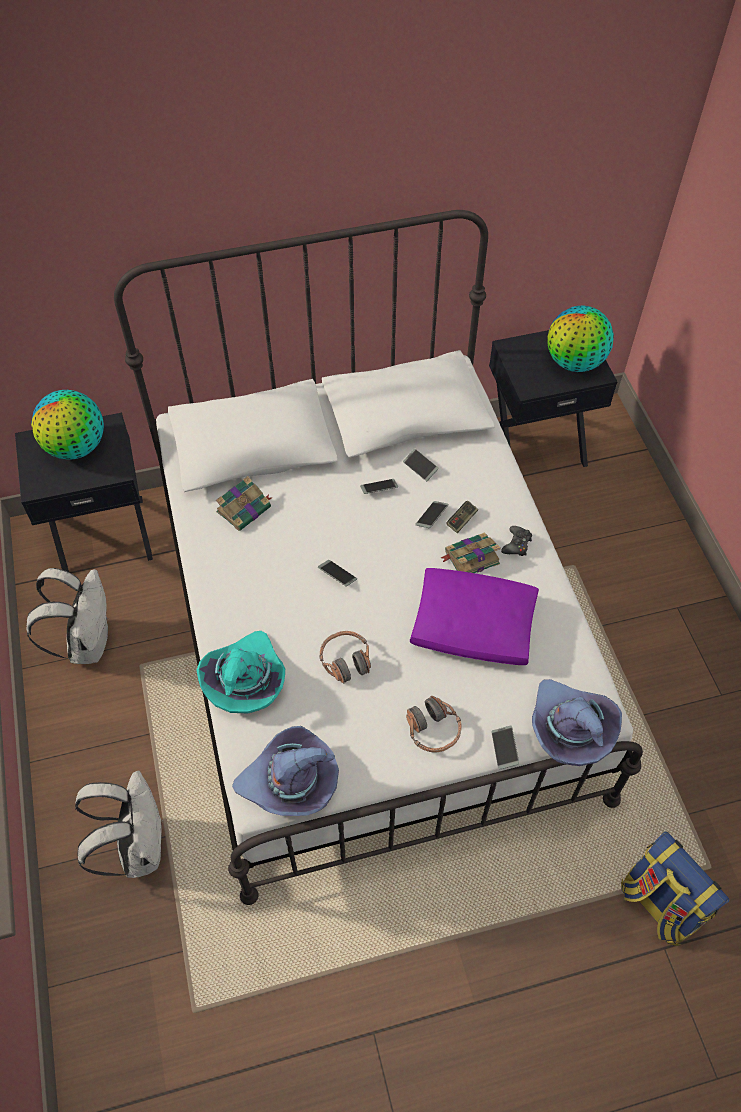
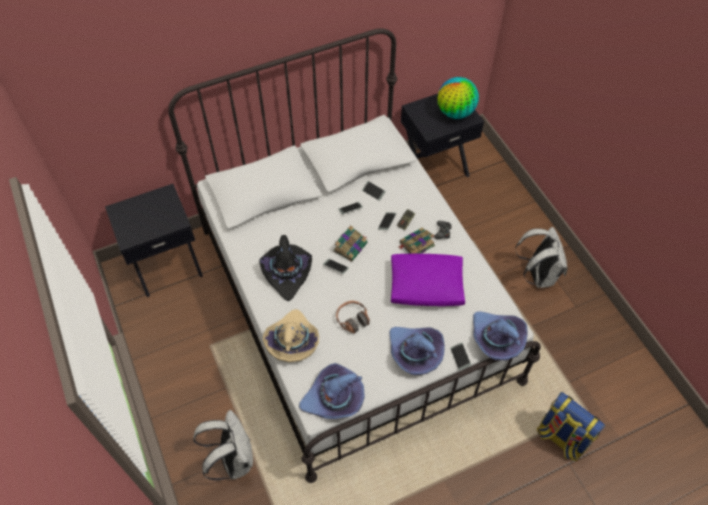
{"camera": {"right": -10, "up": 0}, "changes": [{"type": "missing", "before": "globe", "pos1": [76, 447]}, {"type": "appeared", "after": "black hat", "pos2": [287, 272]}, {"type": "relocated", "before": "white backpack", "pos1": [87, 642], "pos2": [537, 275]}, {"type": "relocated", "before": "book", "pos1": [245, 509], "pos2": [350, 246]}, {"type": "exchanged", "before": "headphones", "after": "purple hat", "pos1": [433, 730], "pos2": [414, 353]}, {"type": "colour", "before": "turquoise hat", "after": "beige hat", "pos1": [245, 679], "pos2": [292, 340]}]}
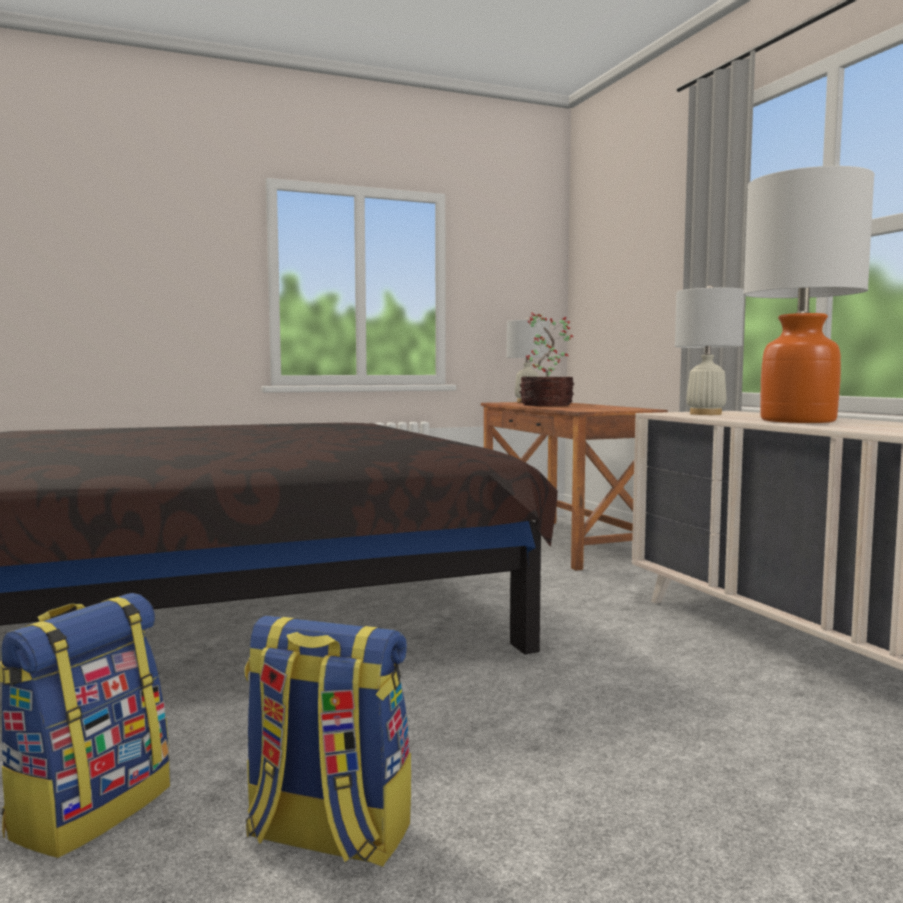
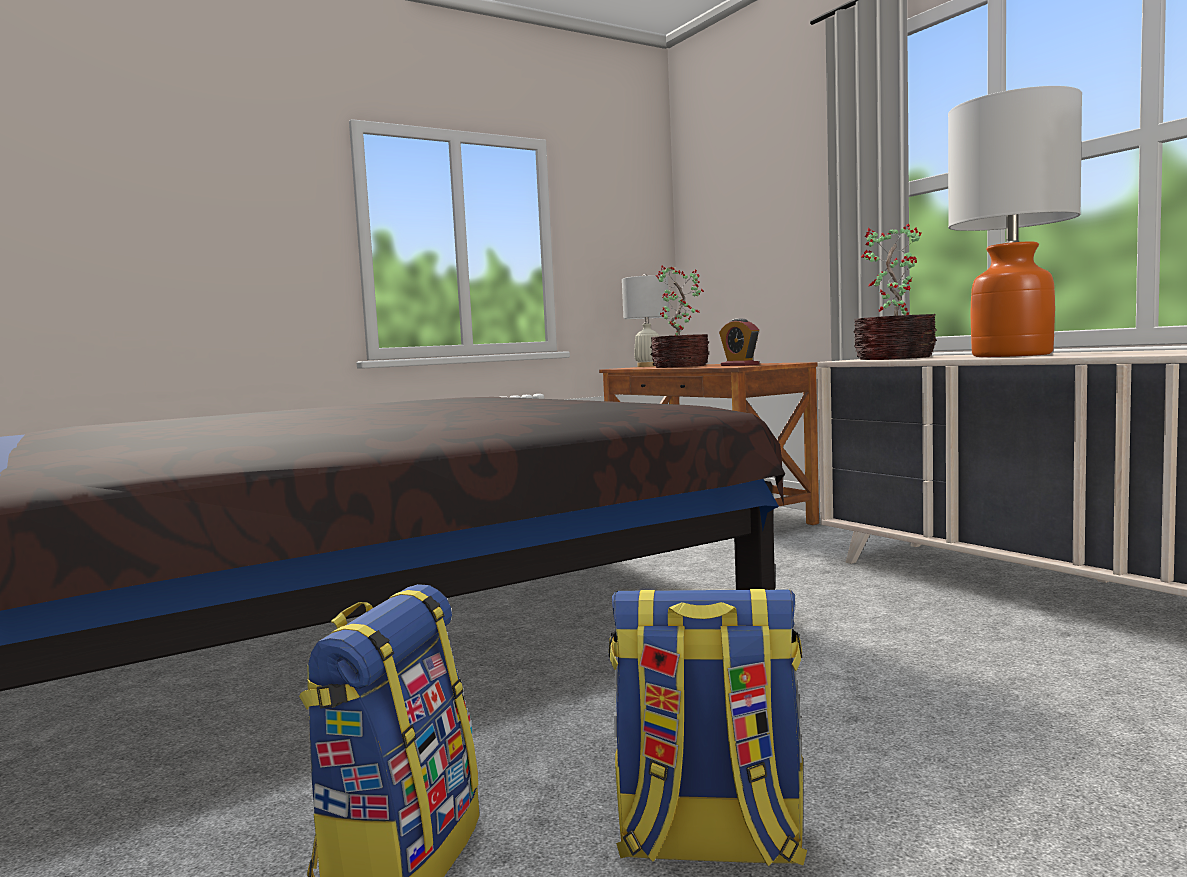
{"camera": {"right": -10, "up": 0}, "changes": [{"type": "appeared", "after": "alarm clock", "pos2": [739, 365]}, {"type": "exchanged", "before": "white table lamp", "after": "potted plant", "pos1": [706, 414], "pos2": [894, 358]}]}
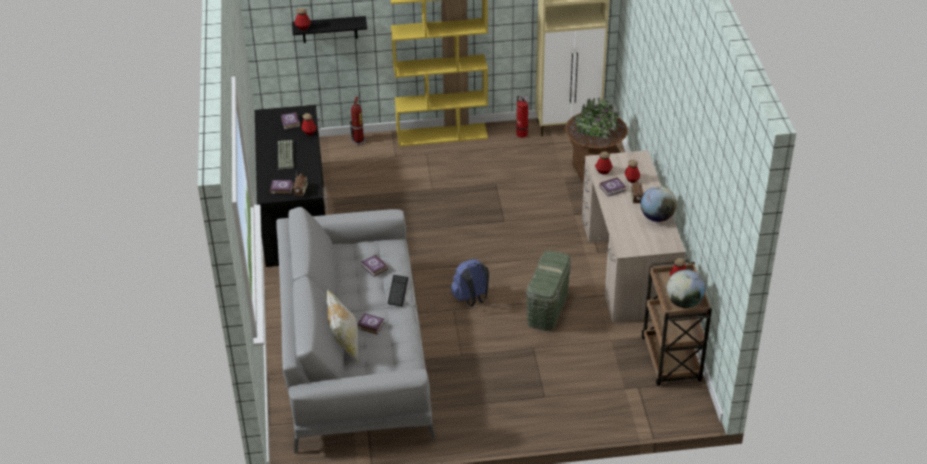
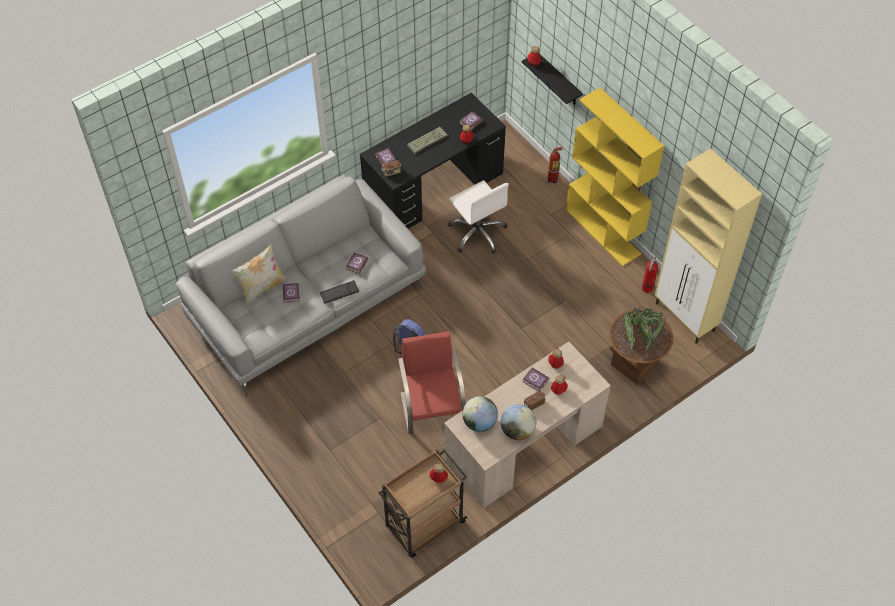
{"camera": {"right": 60, "up": 15}, "changes": [{"type": "appeared", "after": "white office chair", "pos2": [477, 233]}, {"type": "relocated", "before": "globe", "pos1": [683, 302], "pos2": [479, 422]}, {"type": "exchanged", "before": "green storage box", "after": "red chair", "pos1": [547, 308], "pos2": [432, 407]}]}
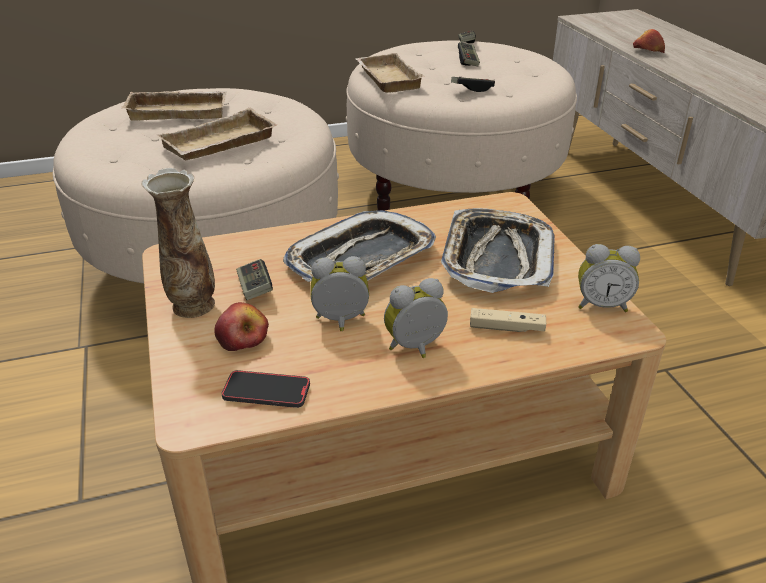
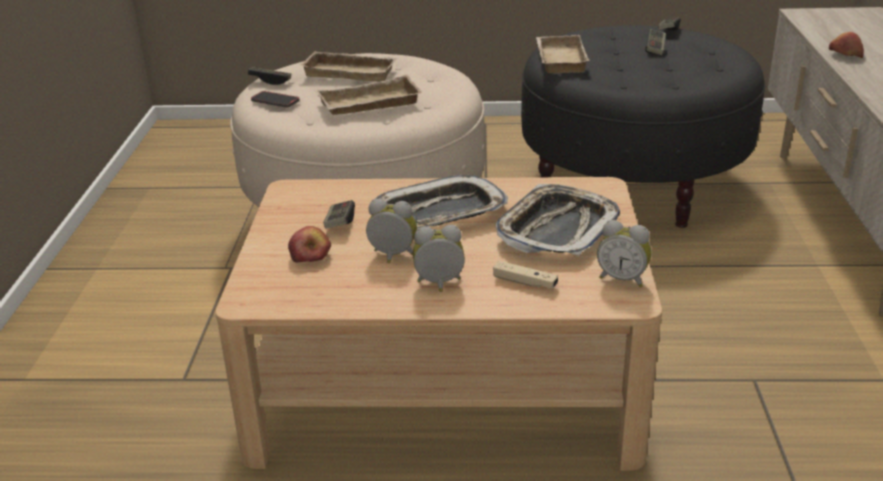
{"camera": {"right": 20, "up": -5}, "changes": [{"type": "missing", "before": "vase", "pos1": [192, 306]}, {"type": "relocated", "before": "phone", "pos1": [266, 392], "pos2": [275, 101]}, {"type": "relocated", "before": "game controller", "pos1": [472, 89], "pos2": [270, 81]}, {"type": "colour", "before": "beige ottoman", "after": "black ottoman", "pos1": [454, 190], "pos2": [633, 181]}]}
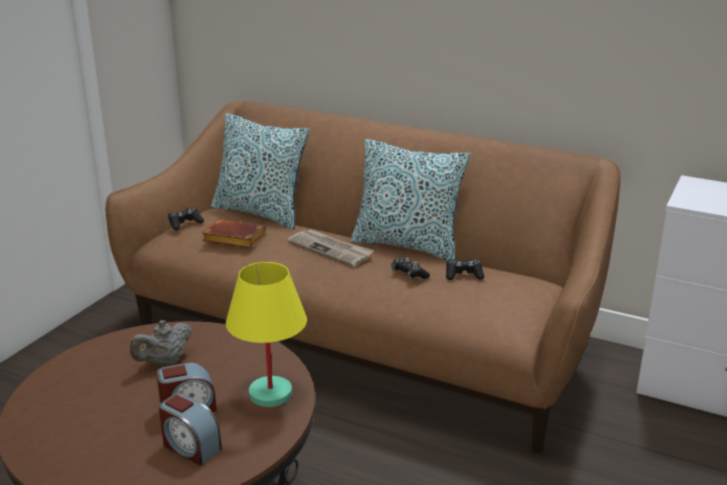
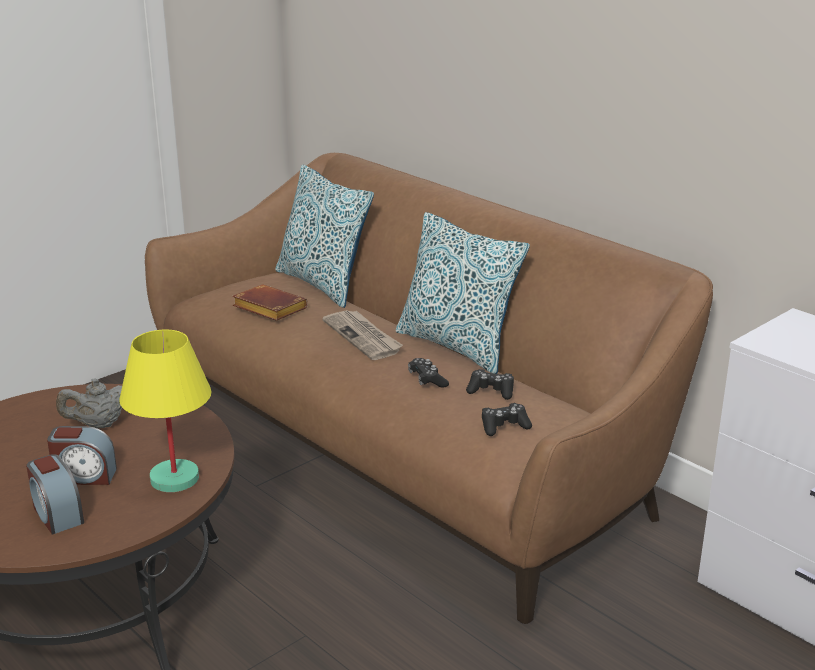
{"camera": {"right": 20, "up": 0}, "changes": [{"type": "relocated", "before": "black game controller", "pos1": [185, 223], "pos2": [504, 426]}]}
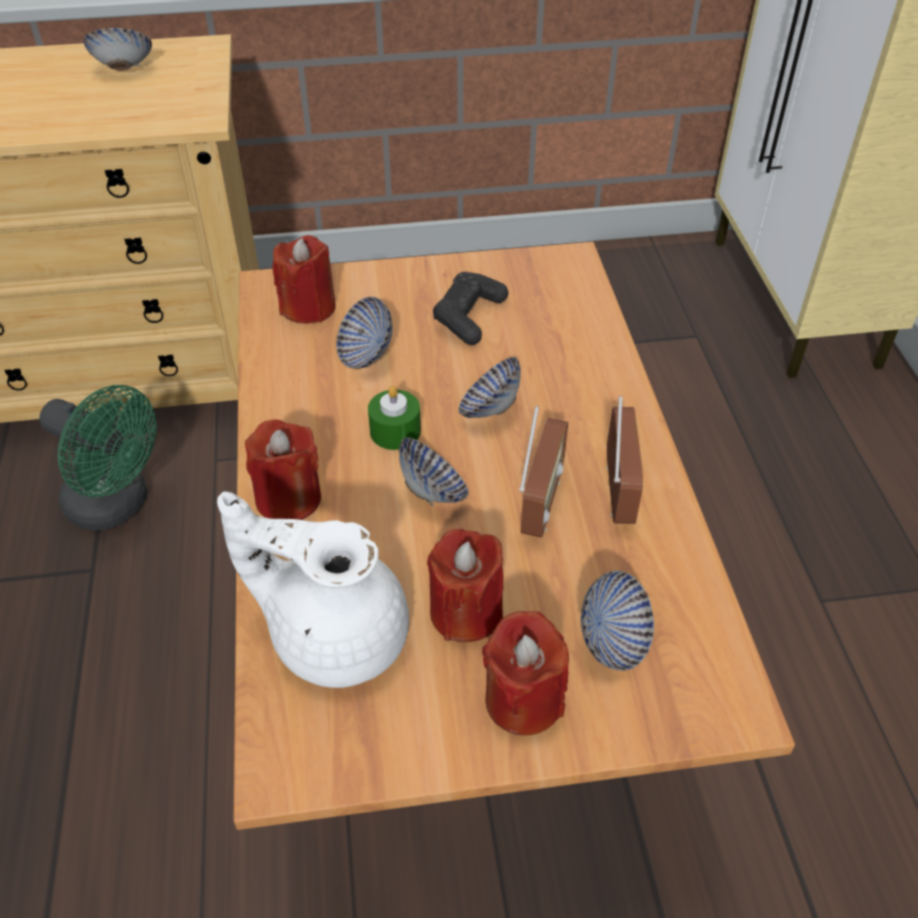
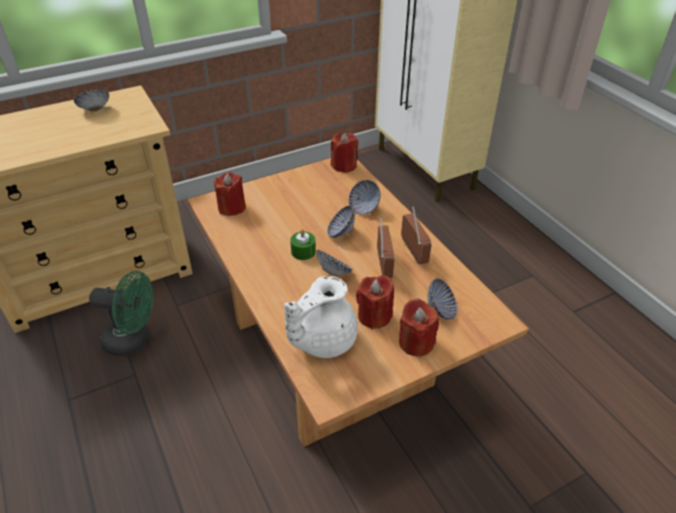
{"camera": {"right": -20, "up": -5}, "changes": [{"type": "missing", "before": "black game controller", "pos1": [469, 316]}, {"type": "relocated", "before": "red candle", "pos1": [288, 498], "pos2": [344, 166]}, {"type": "relocated", "before": "bowl", "pos1": [366, 354], "pos2": [364, 208]}, {"type": "spun", "before": "white teapot", "pos1": [334, 634], "pos2": [322, 340], "turn": -45}]}
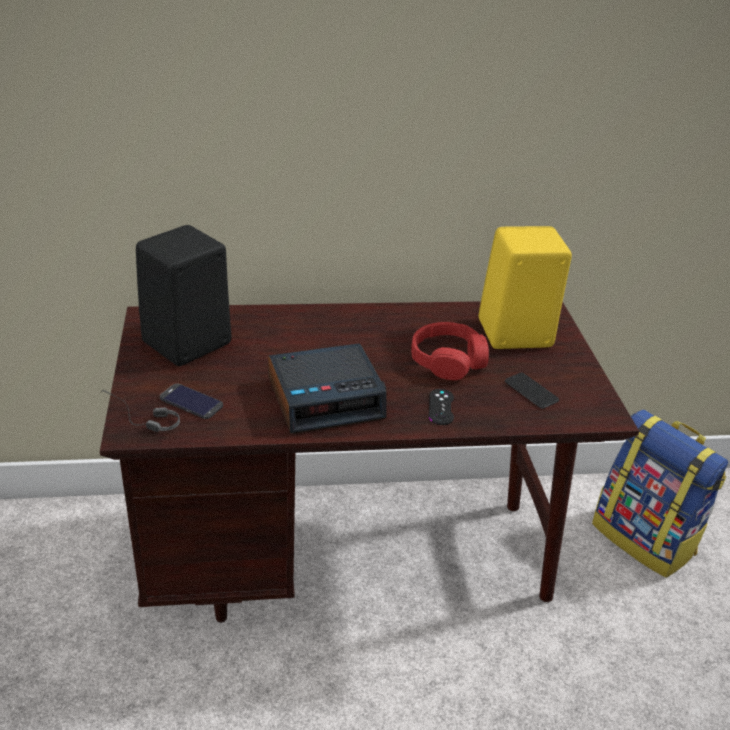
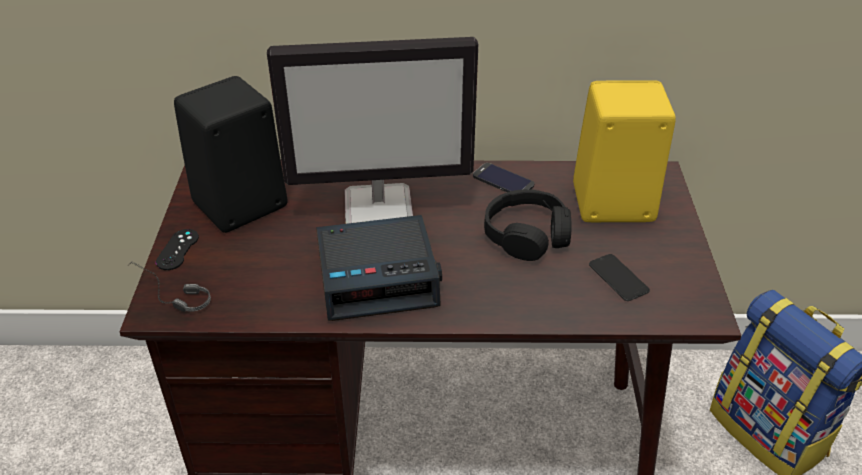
{"camera": {"right": 10, "up": 5}, "changes": [{"type": "appeared", "after": "monitor", "pos2": [380, 208]}, {"type": "relocated", "before": "phone", "pos1": [191, 402], "pos2": [503, 180]}, {"type": "relocated", "before": "black game controller", "pos1": [441, 407], "pos2": [177, 249]}, {"type": "colour", "before": "red headphones", "after": "black headphones", "pos1": [448, 360], "pos2": [527, 235]}]}
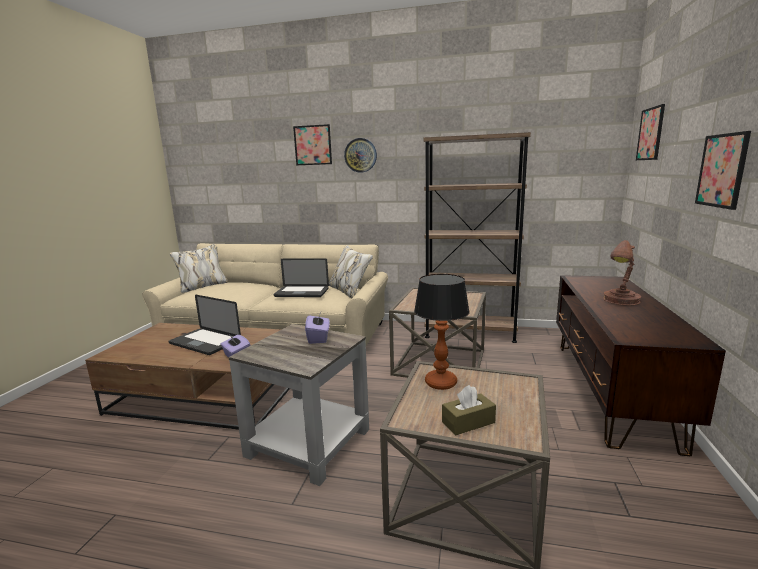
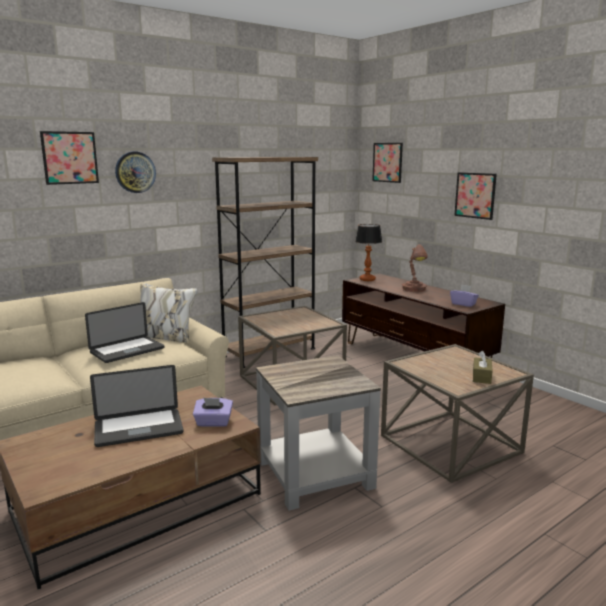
{"camera": {"right": -50, "up": 0}, "changes": [{"type": "relocated", "before": "purple tissue box", "pos1": [318, 338], "pos2": [463, 304]}, {"type": "relocated", "before": "table lamp", "pos1": [440, 383], "pos2": [367, 280]}]}
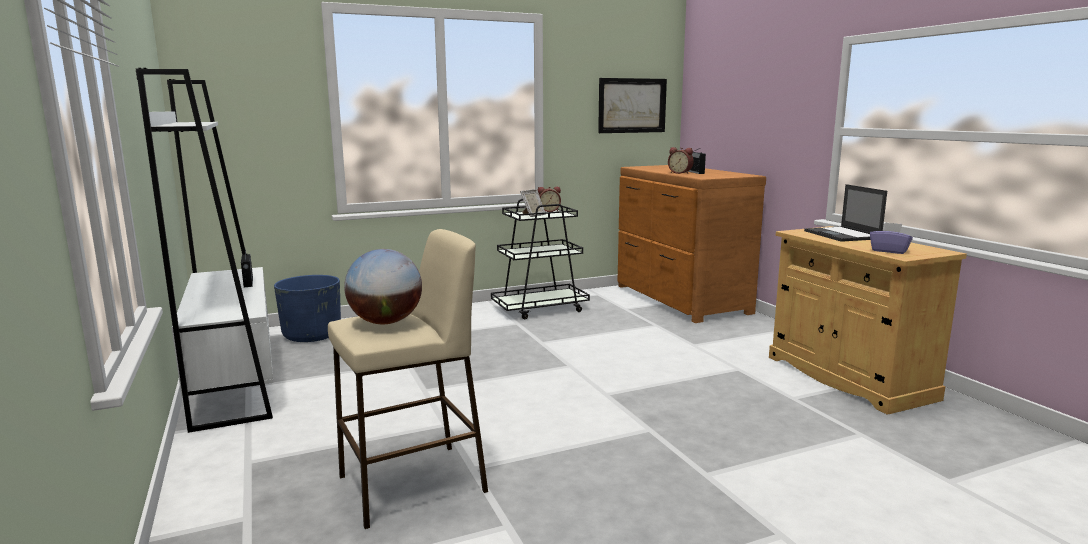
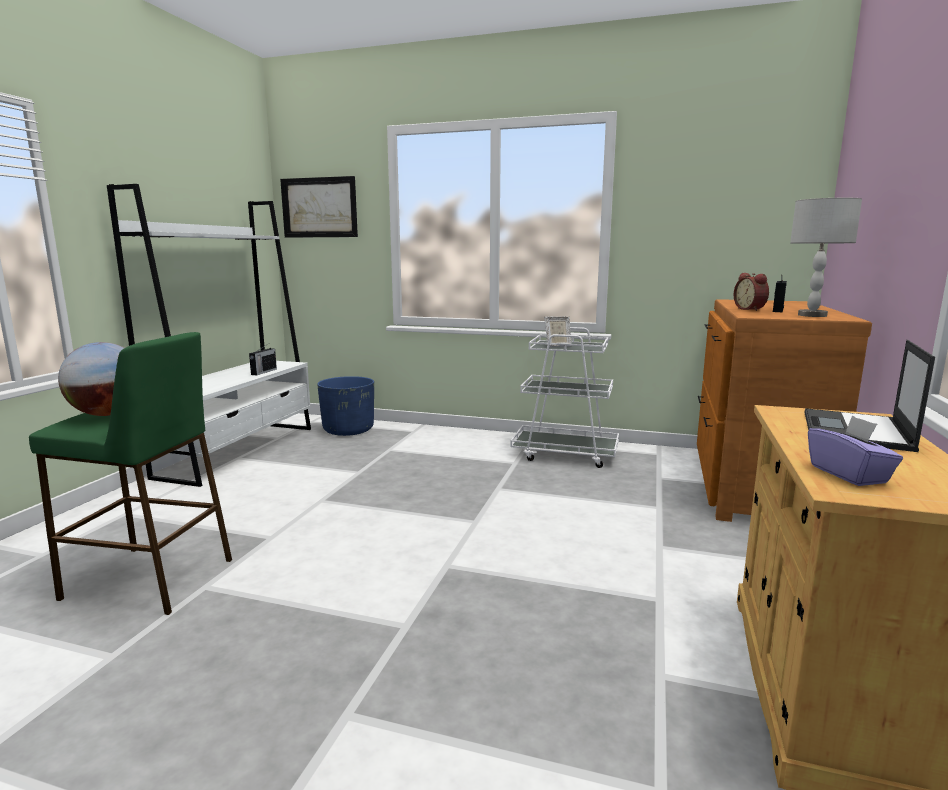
{"camera": {"right": 40, "up": 0}, "changes": [{"type": "missing", "before": "alarm clock", "pos1": [548, 211]}, {"type": "appeared", "after": "grey table lamp", "pos2": [812, 315]}, {"type": "relocated", "before": "picture", "pos1": [632, 105], "pos2": [319, 207]}, {"type": "colour", "before": "beige stool", "after": "green stool", "pos1": [413, 483], "pos2": [150, 579]}, {"type": "colour", "before": "black cart", "after": "white cart", "pos1": [540, 309], "pos2": [565, 454]}]}
